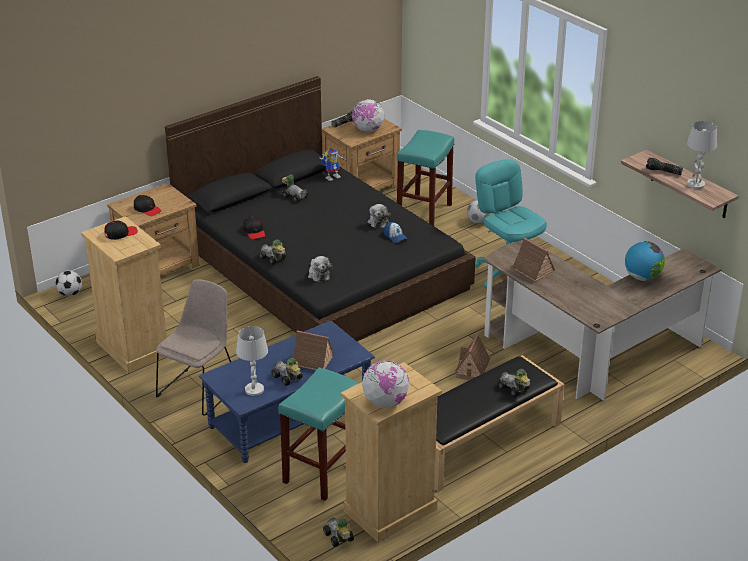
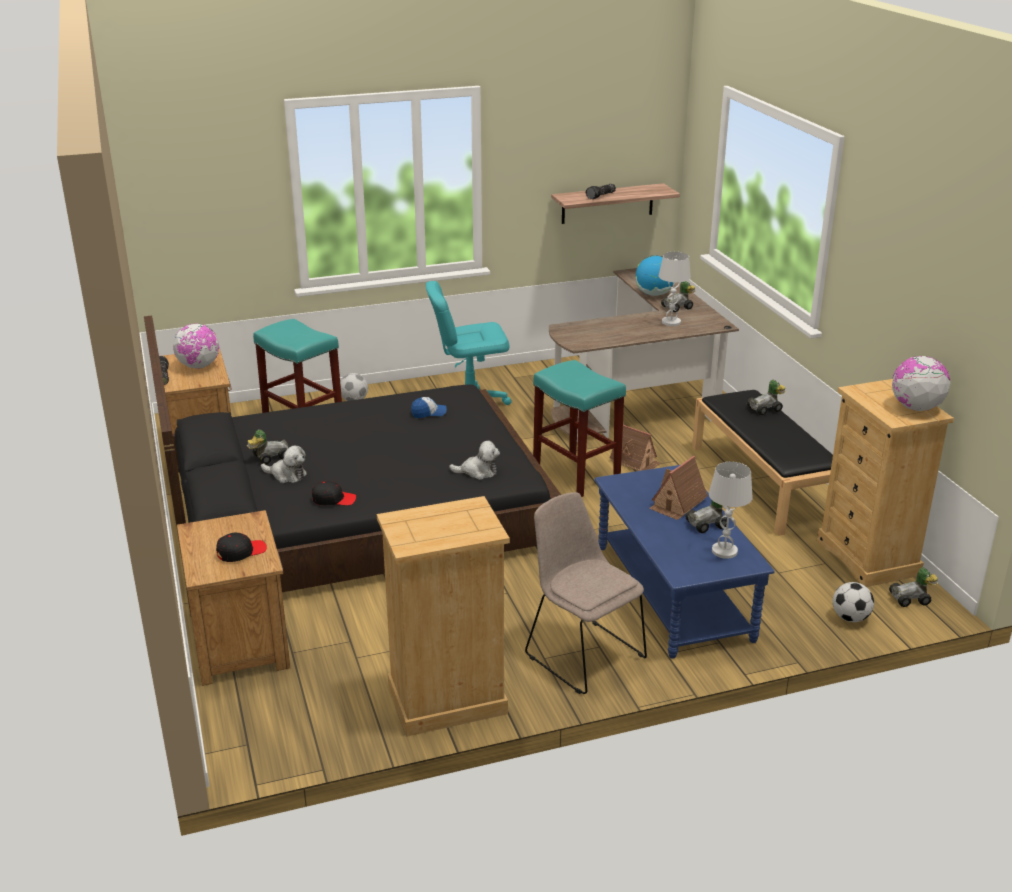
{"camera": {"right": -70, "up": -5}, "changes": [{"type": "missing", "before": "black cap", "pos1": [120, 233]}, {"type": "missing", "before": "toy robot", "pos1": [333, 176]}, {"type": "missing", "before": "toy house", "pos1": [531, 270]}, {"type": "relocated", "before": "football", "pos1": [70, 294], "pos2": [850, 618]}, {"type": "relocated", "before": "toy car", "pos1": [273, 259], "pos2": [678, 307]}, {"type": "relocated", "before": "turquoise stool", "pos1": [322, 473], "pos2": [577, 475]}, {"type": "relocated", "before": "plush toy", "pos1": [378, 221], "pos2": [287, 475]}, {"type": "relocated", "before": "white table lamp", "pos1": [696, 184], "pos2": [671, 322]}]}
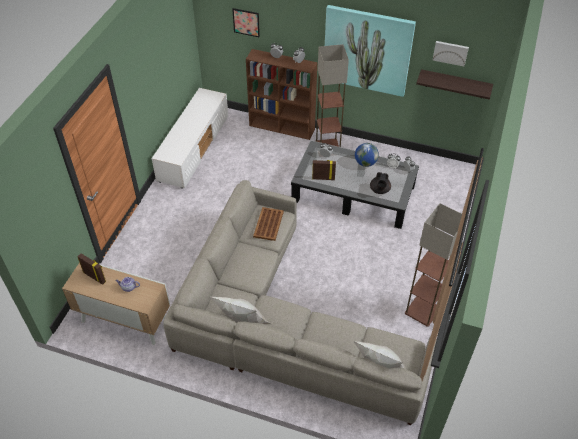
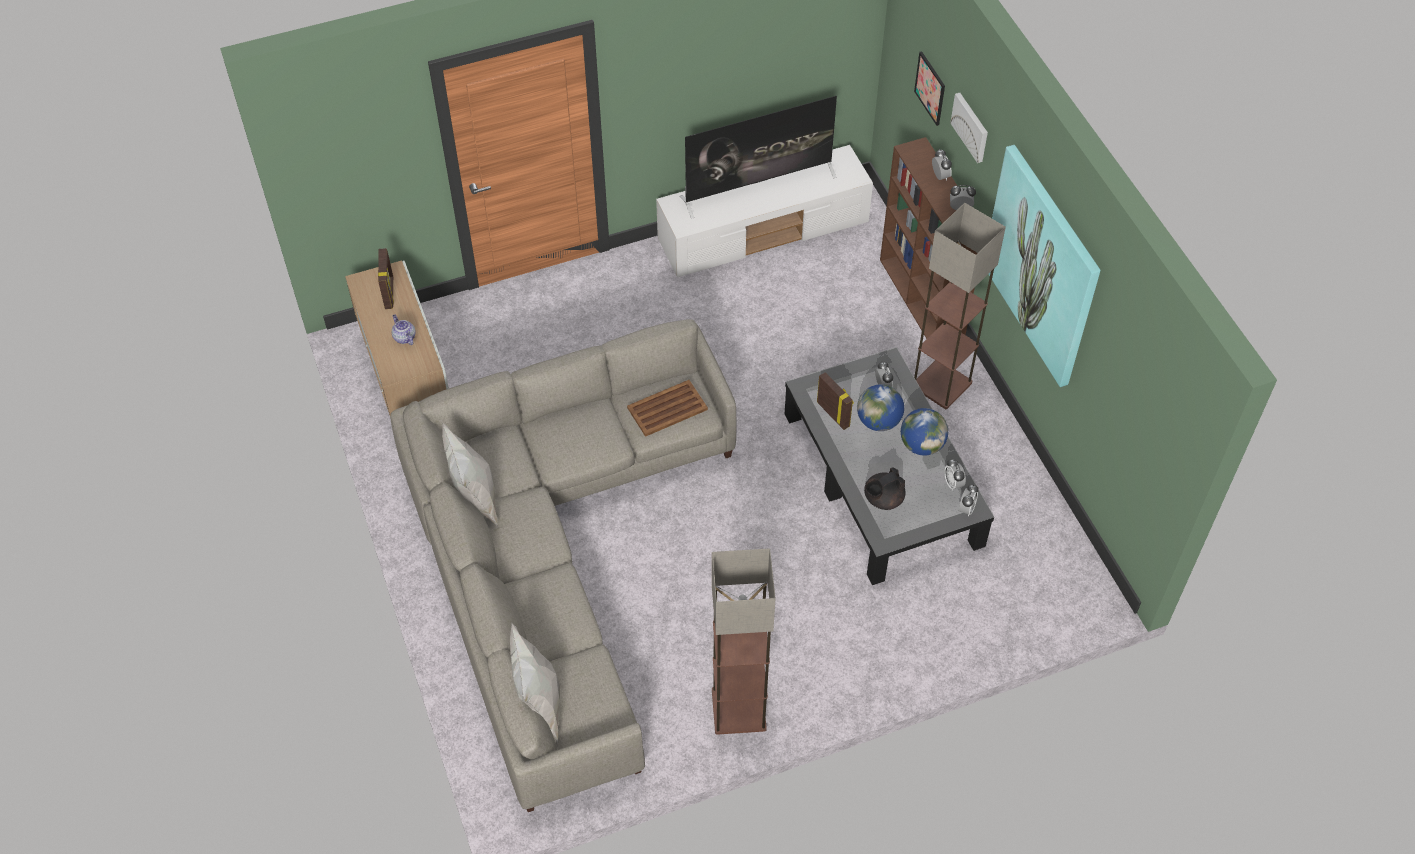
{"camera": {"right": 50, "up": 5}, "changes": [{"type": "missing", "before": "shelf", "pos1": [455, 84]}, {"type": "appeared", "after": "television", "pos2": [758, 186]}, {"type": "appeared", "after": "globe", "pos2": [878, 421]}, {"type": "relocated", "before": "picture", "pos1": [450, 52], "pos2": [971, 127]}]}
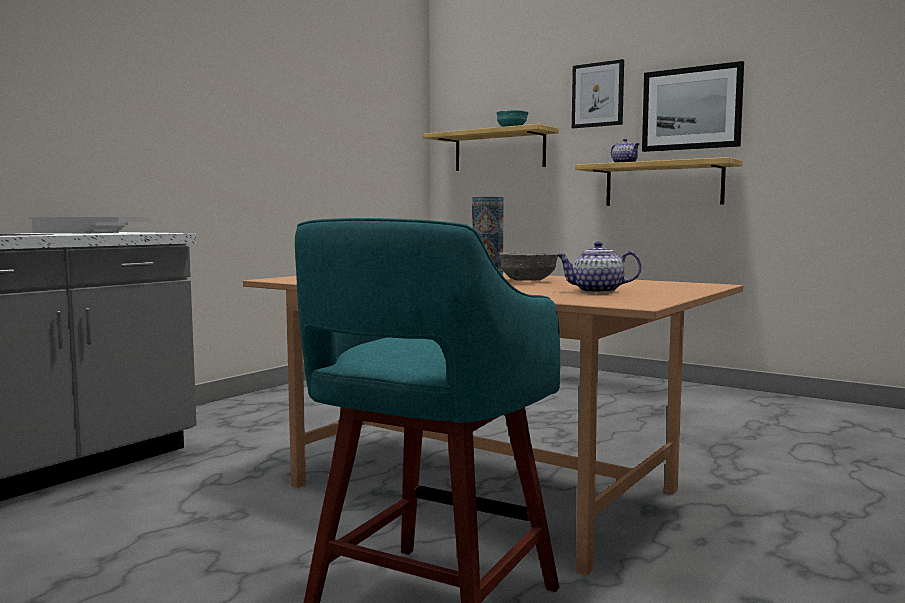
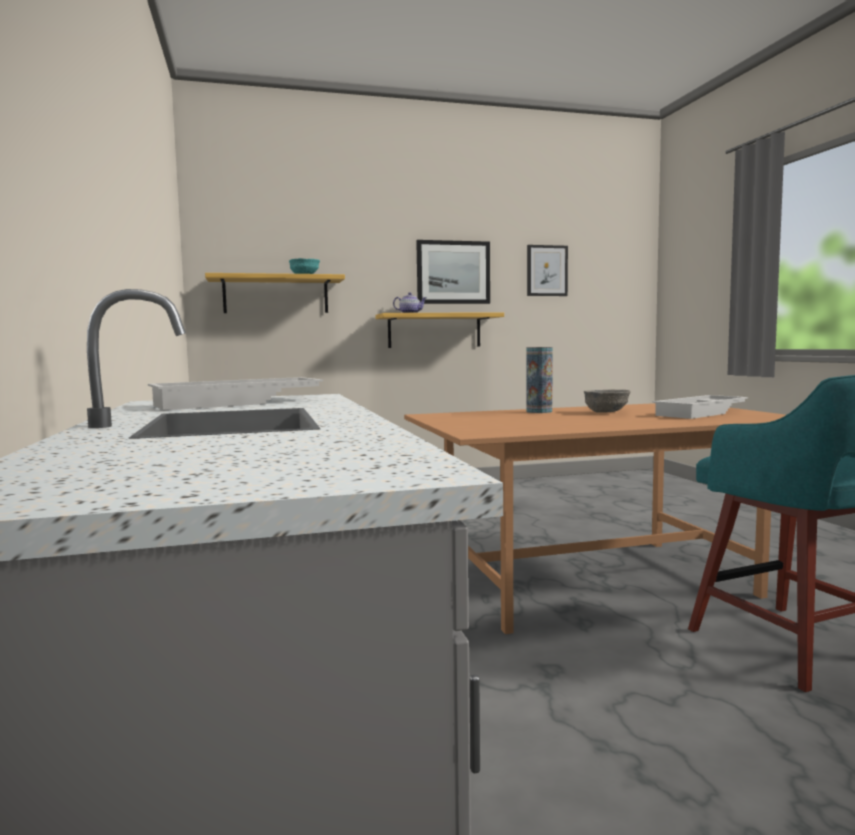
{"camera": {"right": -50, "up": 0}, "changes": [{"type": "relocated", "before": "picture", "pos1": [597, 94], "pos2": [547, 270]}, {"type": "exchanged", "before": "teapot", "after": "white tray", "pos1": [596, 291], "pos2": [701, 413]}]}
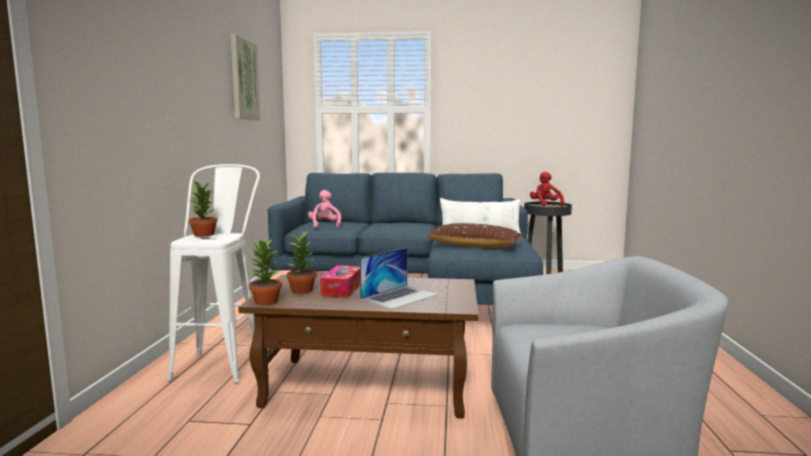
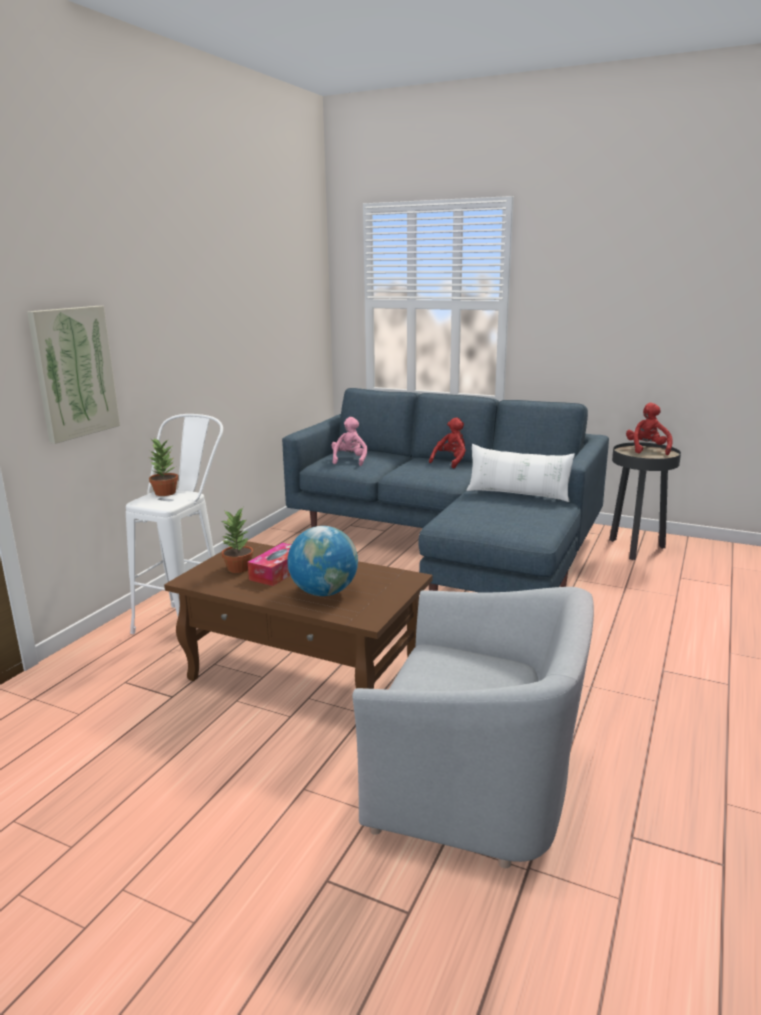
{"camera": {"right": 20, "up": 10}, "changes": [{"type": "missing", "before": "potted plant", "pos1": [265, 301]}, {"type": "missing", "before": "brown pillow", "pos1": [474, 246]}, {"type": "appeared", "after": "red plush toy", "pos2": [450, 462]}, {"type": "relocated", "before": "picture", "pos1": [244, 79], "pos2": [74, 372]}, {"type": "exchanged", "before": "laptop", "after": "globe", "pos1": [400, 296], "pos2": [324, 592]}]}
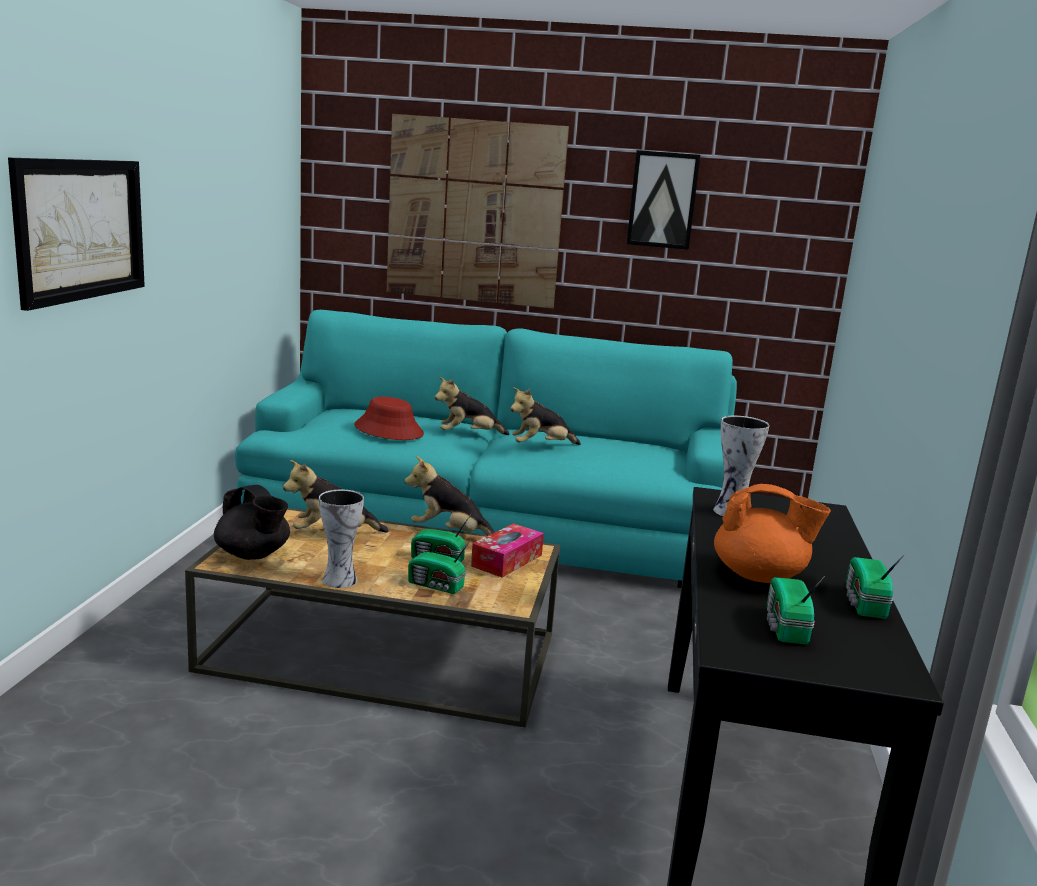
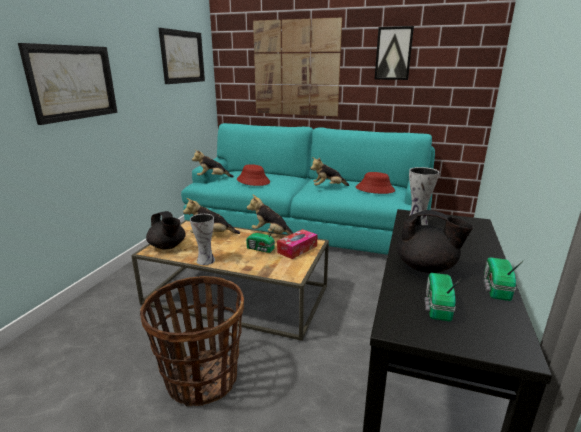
{"camera": {"right": 10, "up": 5}, "changes": [{"type": "missing", "before": "radio", "pos1": [436, 586]}, {"type": "appeared", "after": "basket", "pos2": [201, 379]}, {"type": "appeared", "after": "picture", "pos2": [182, 57]}, {"type": "appeared", "after": "red hat", "pos2": [375, 189]}, {"type": "relocated", "before": "plush toy", "pos1": [468, 435], "pos2": [212, 178]}, {"type": "colour", "before": "orange teapot", "after": "black teapot", "pos1": [760, 576], "pos2": [426, 268]}]}
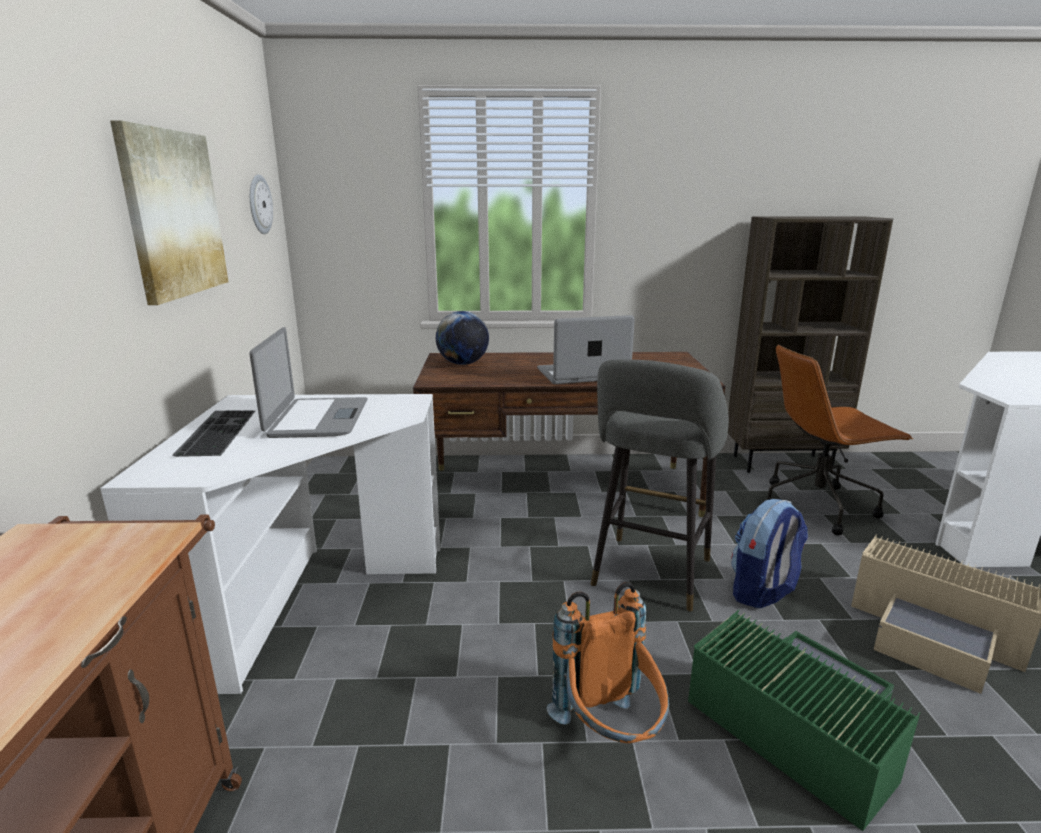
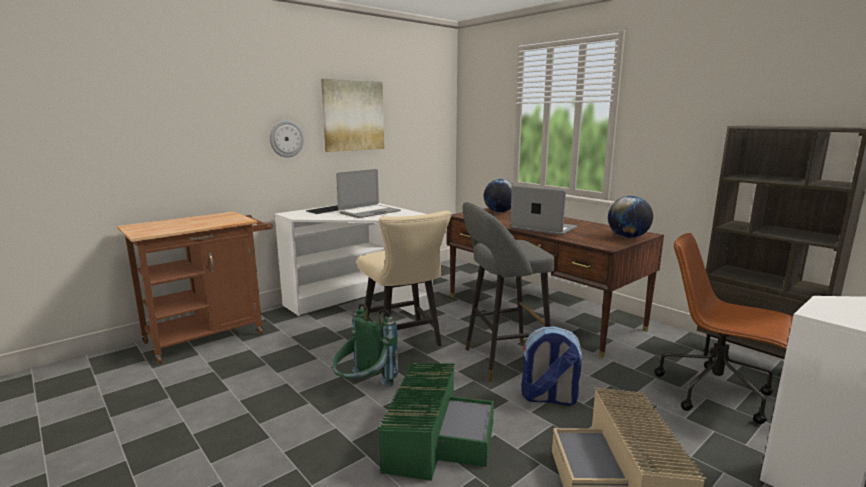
{"camera": {"right": 50, "up": -5}, "changes": [{"type": "appeared", "after": "beige chair", "pos2": [404, 342]}, {"type": "appeared", "after": "globe", "pos2": [627, 237]}, {"type": "relocated", "before": "wall clock", "pos1": [259, 204], "pos2": [286, 139]}, {"type": "colour", "before": "orange backpack", "after": "green backpack", "pos1": [610, 735], "pos2": [364, 388]}]}
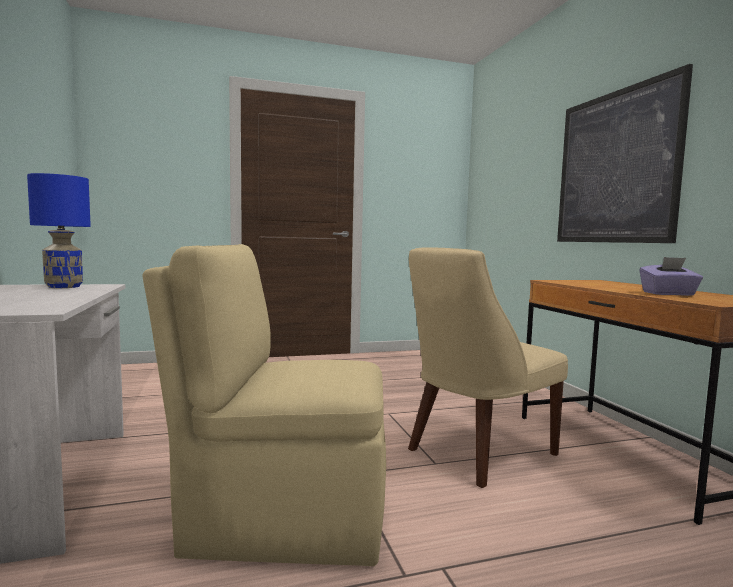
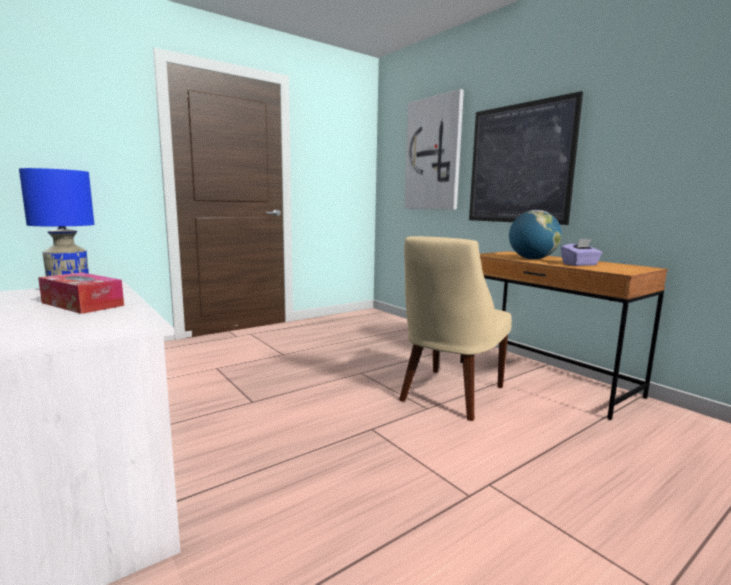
{"camera": {"right": -20, "up": 5}, "changes": [{"type": "missing", "before": "beige chair", "pos1": [283, 517]}, {"type": "appeared", "after": "tissue box", "pos2": [82, 304]}, {"type": "appeared", "after": "picture", "pos2": [433, 154]}, {"type": "appeared", "after": "globe", "pos2": [532, 259]}]}
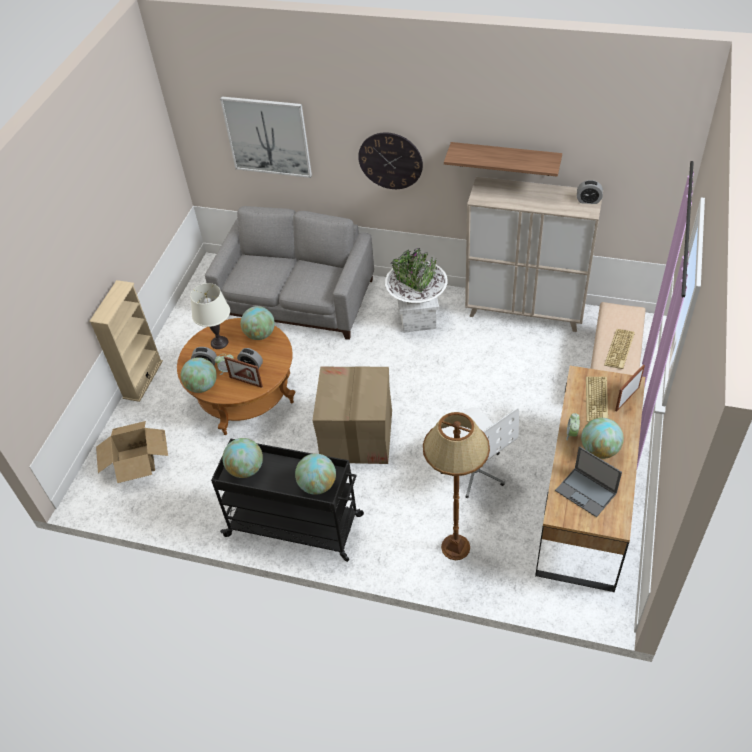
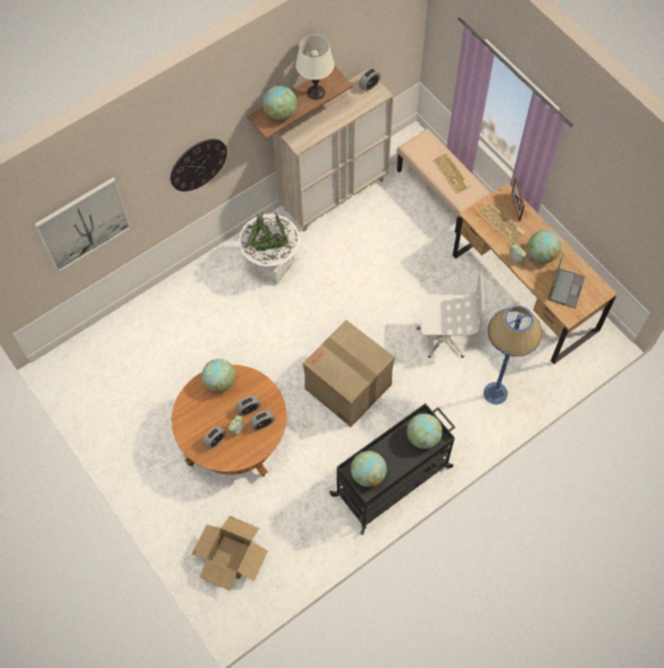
{"camera": {"right": -55, "up": 15}, "changes": [{"type": "missing", "before": "beige bookcase", "pos1": [143, 379]}, {"type": "missing", "before": "grey sofa", "pos1": [296, 299]}, {"type": "relocated", "before": "globe", "pos1": [202, 386], "pos2": [280, 113]}, {"type": "relocated", "before": "white table lamp", "pos1": [219, 342], "pos2": [315, 92]}, {"type": "exchanged", "before": "picture frame", "after": "alarm clock", "pos1": [246, 382], "pos2": [262, 423]}, {"type": "colour", "before": "brown floor lamp", "after": "blue floor lamp", "pos1": [455, 547], "pos2": [495, 393]}, {"type": "spun", "before": "laptop", "pos1": [586, 492], "pos2": [566, 287], "turn": -60}]}
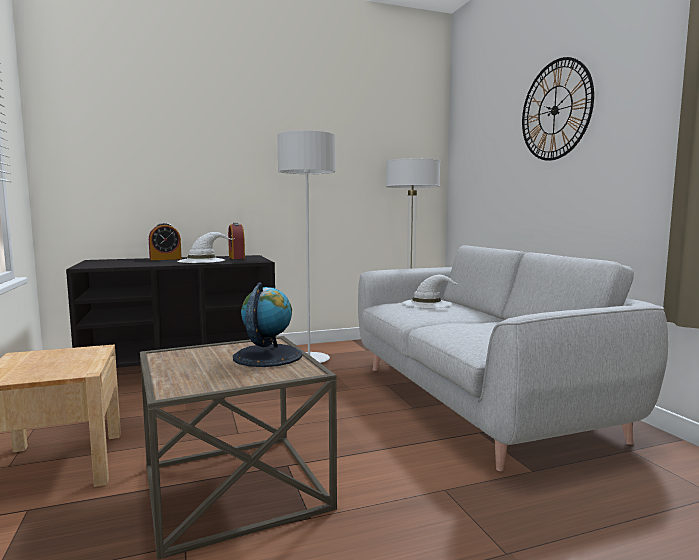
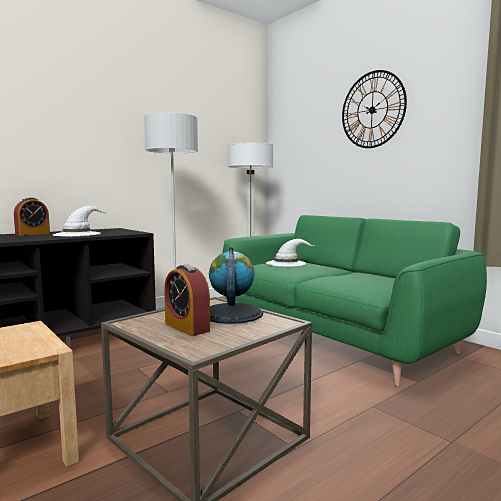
{"camera": {"right": -20, "up": 0}, "changes": [{"type": "relocated", "before": "alarm clock", "pos1": [236, 257], "pos2": [187, 327]}, {"type": "colour", "before": "grey sofa", "after": "green sofa", "pos1": [475, 400], "pos2": [336, 337]}]}
